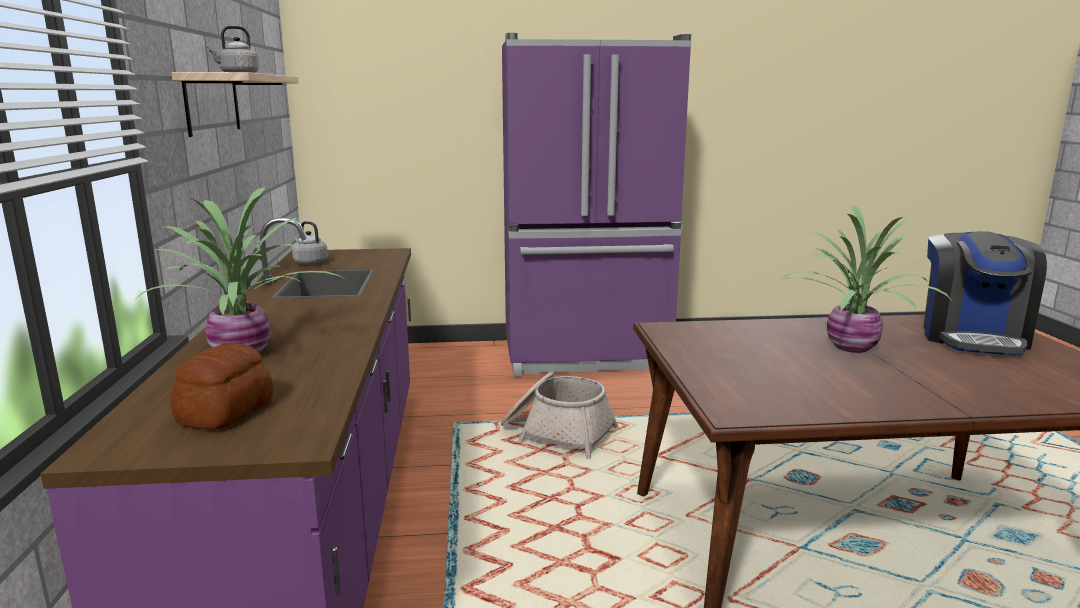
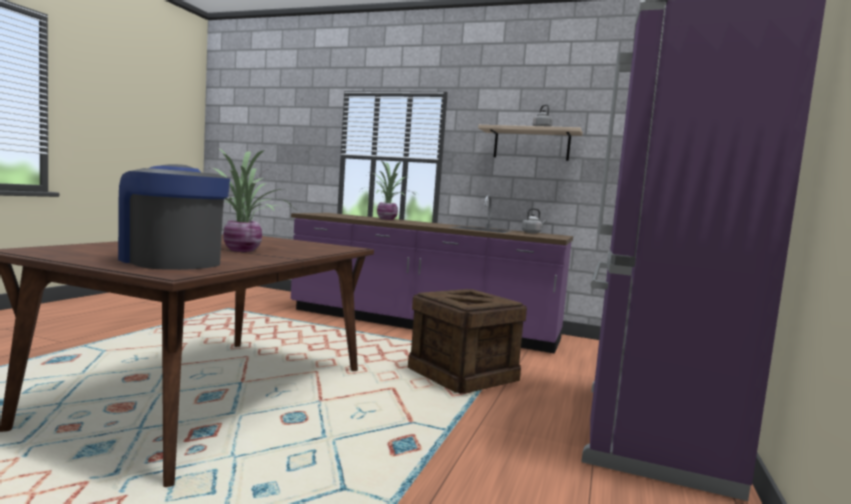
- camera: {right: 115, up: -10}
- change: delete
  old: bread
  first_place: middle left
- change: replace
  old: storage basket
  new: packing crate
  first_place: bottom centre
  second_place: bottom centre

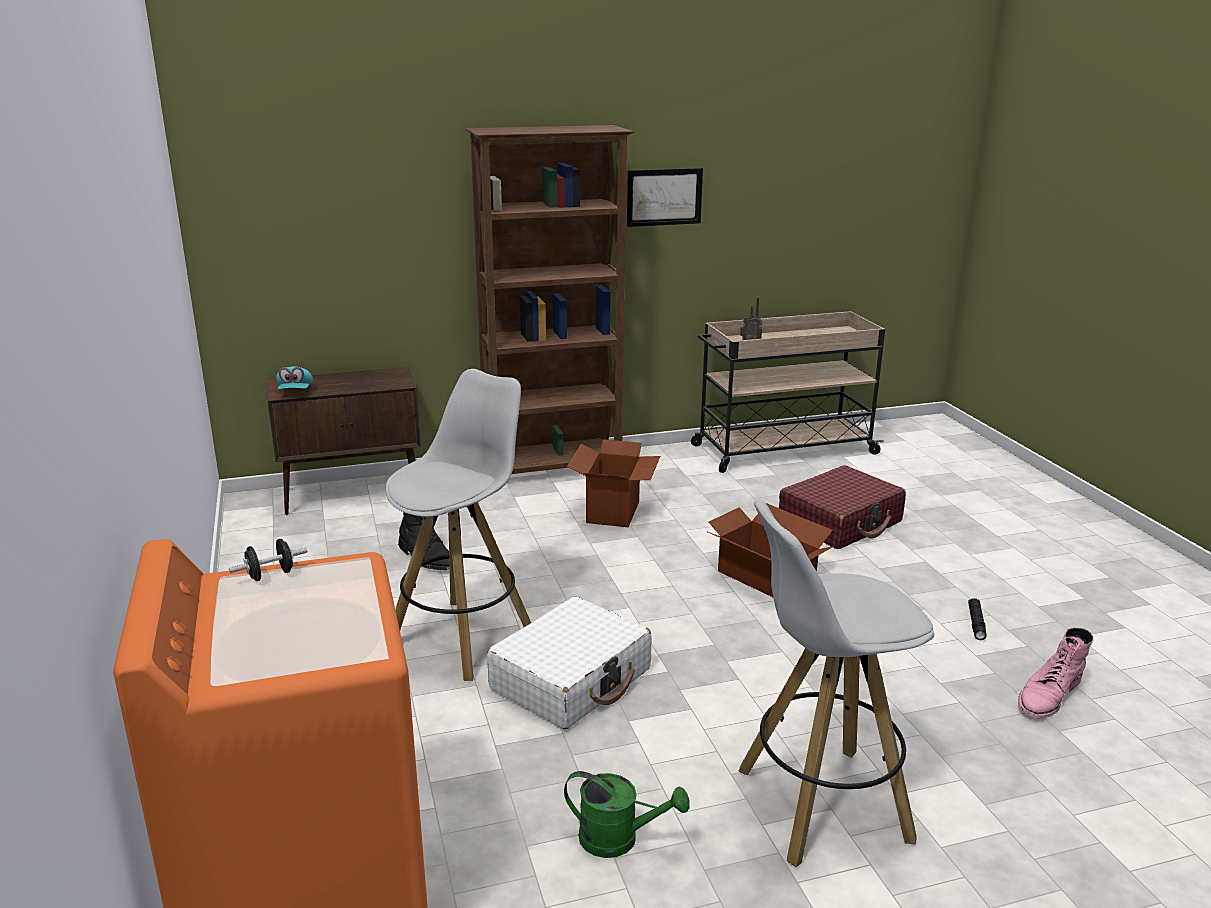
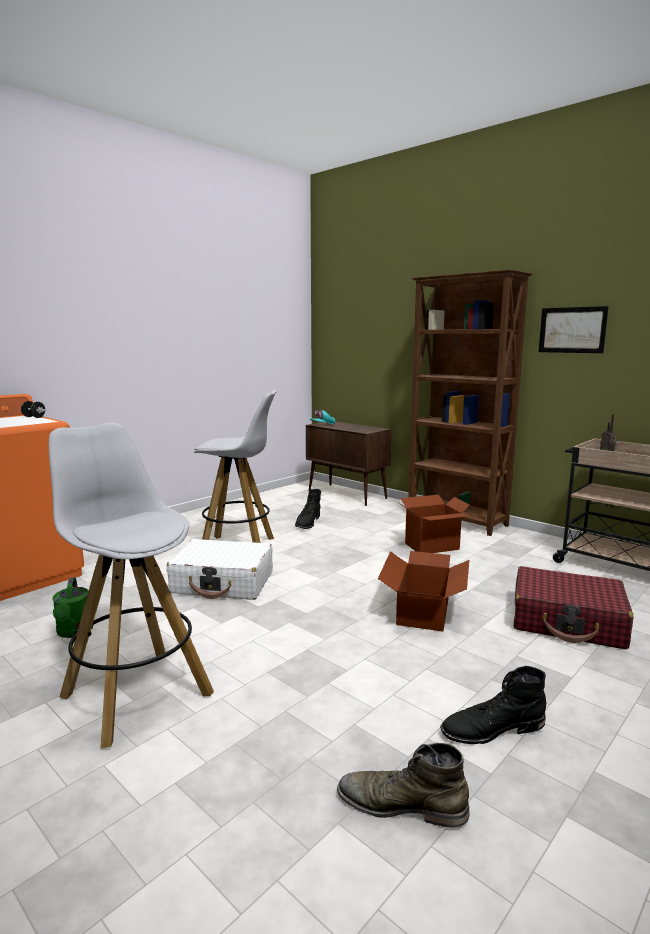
- camera: {right: 60, up: -10}
- change: replace
  old: black-coloured torch
  new: black-coloured tall boot (2nd from left)
  first_place: bottom right
  second_place: bottom right
- change: recolor
  old: pinkish tall boot
  new: green-coloured tall boot
  first_place: bottom right
  second_place: bottom centre

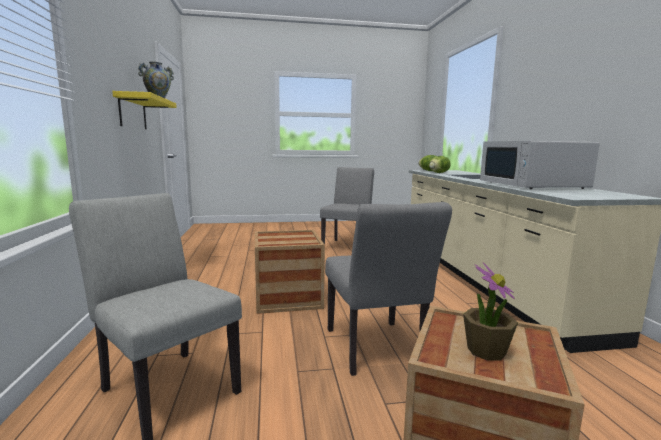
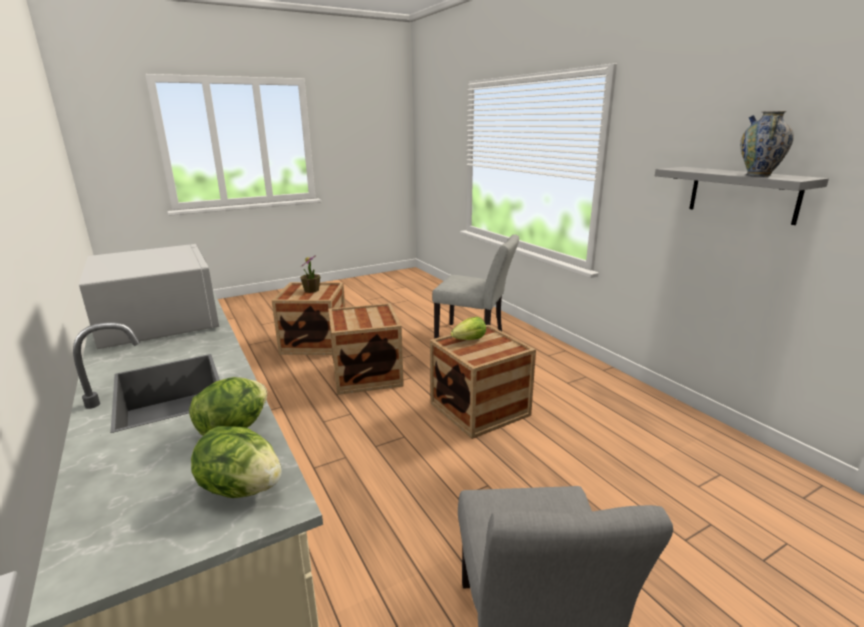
- camera: {right: 160, up: 10}
- change: recolor
  old: yellow wall shelf
  new: greyish wall shelf
  first_place: top left
  second_place: top right
- change: replace
  old: greyish plain chair (3rd from left)
  new: packing crate (2nd from left)
  first_place: centre
  second_place: centre
- change: insert
  new: lettuce (3rd from left)
  second_place: centre

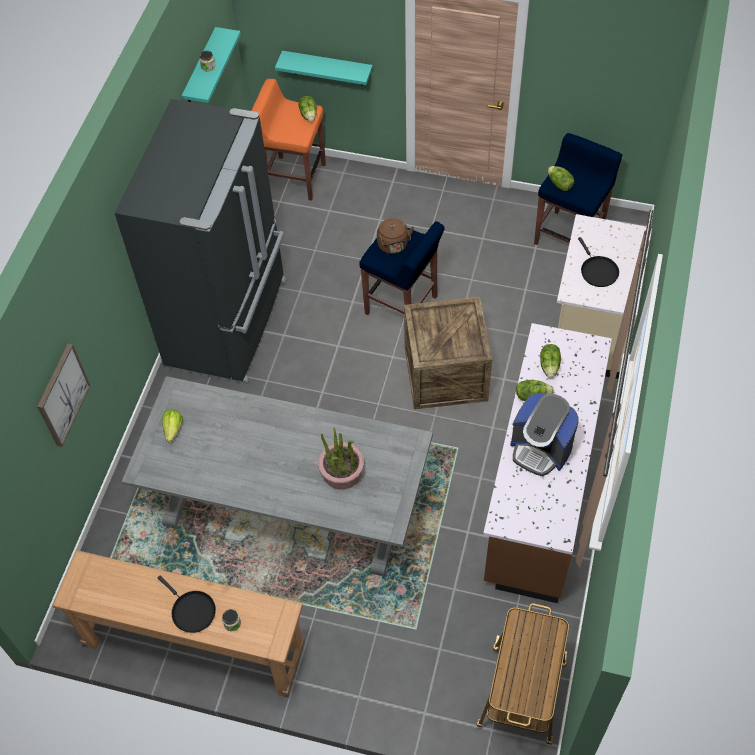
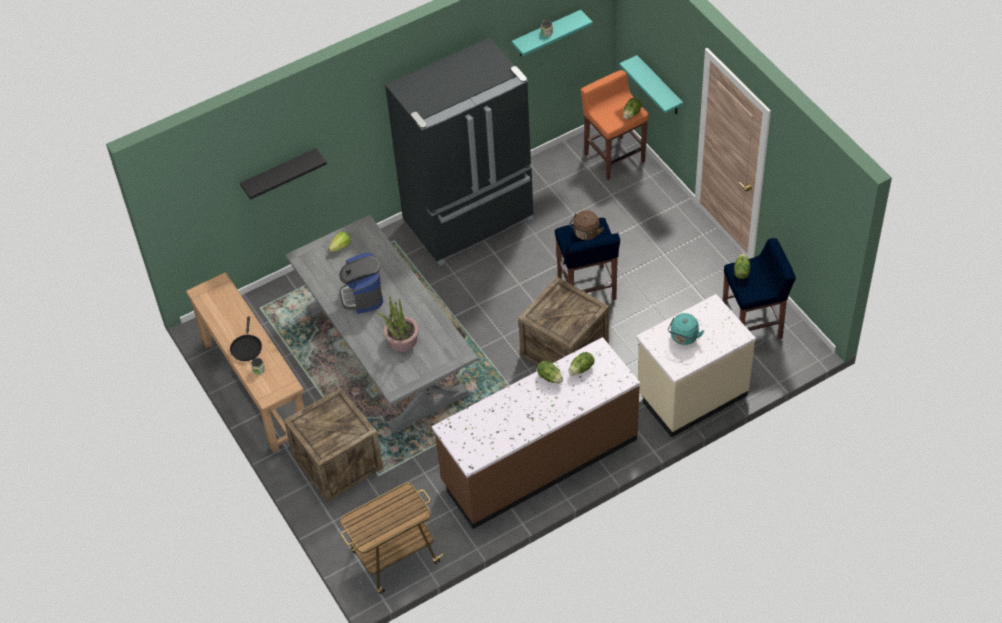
- camera: {right: 45, up: -5}
- change: replace
  old: black-coloured pan (2nd from left)
  new: turquoise-coloured kettle
  first_place: middle right
  second_place: middle right
- change: replace
  old: picture
  new: black-coloured wall shelf
  first_place: middle left
  second_place: top left
- change: move
  old: coffee maker
  first_place: middle right
  second_place: centre
- change: insert
  new: packing crate (1st from left)
  second_place: bottom left

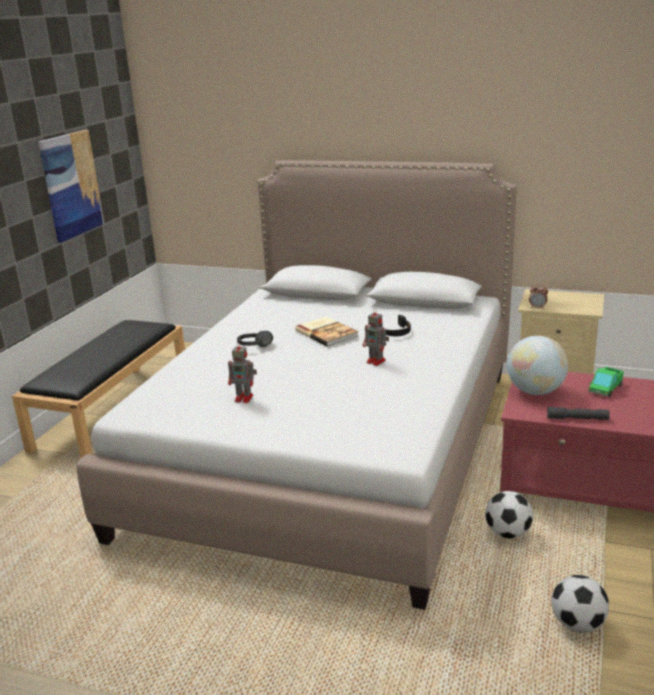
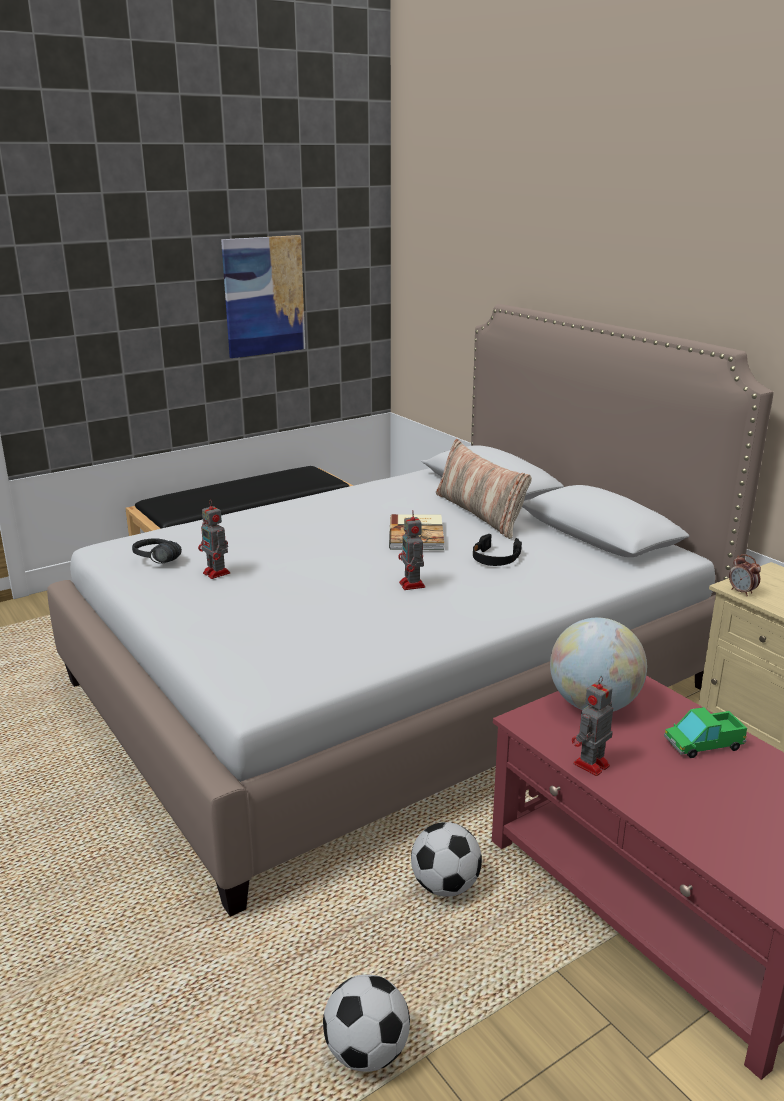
- camera: {right: 35, up: 0}
- change: move
  old: black-coloured headphones (1st from left)
  first_place: centre
  second_place: middle left
- change: replace
  old: greyish torch
  new: model robot (3rd from left)
  first_place: middle right
  second_place: middle right
- change: insert
  new: cushion
  second_place: centre

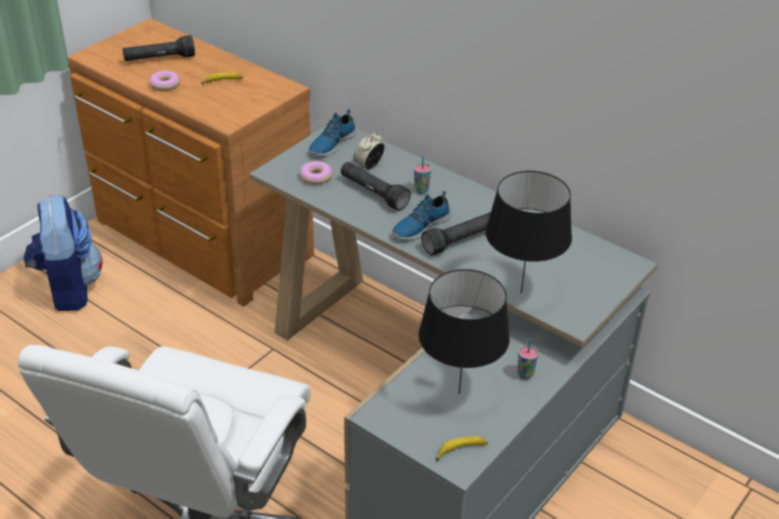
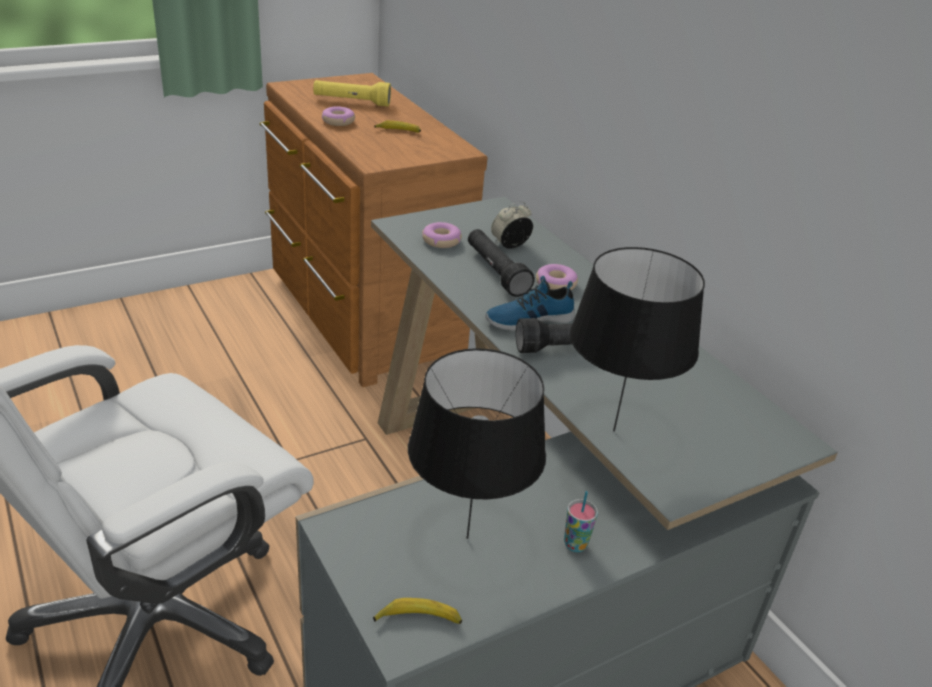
- camera: {right: 20, up: -5}
- change: recolor
  old: black-coloured torch (1st from left)
  new: yellow torch
  first_place: top left
  second_place: top centre
- change: delete
  old: item of footwear (1st from left)
  first_place: top centre
- change: replace
  old: drinking cup (1st from left)
  new: doughnut (3rd from left)
  first_place: centre
  second_place: centre
- change: delete
  old: rucksack
  first_place: middle left

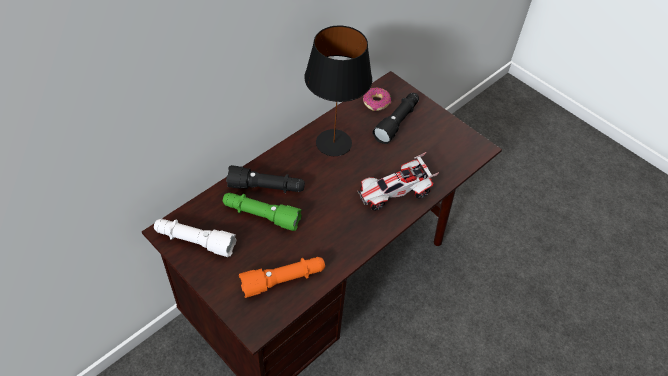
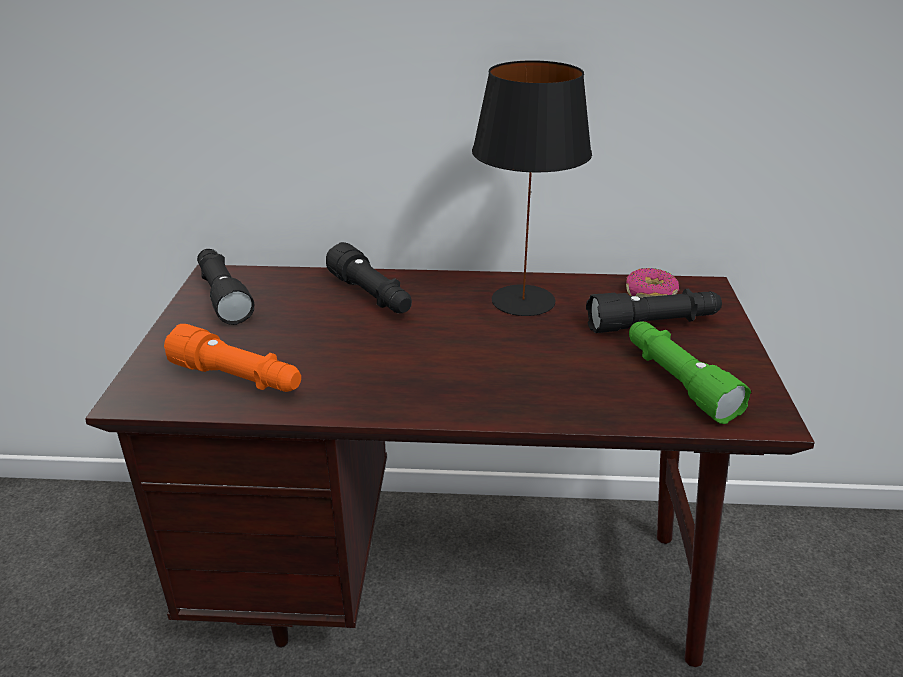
- camera: {right: 50, up: -20}
- change: delete
  old: miniature car
  first_place: centre
- change: move
  old: green-coloured torch
  first_place: centre
  second_place: middle right
- change: recolor
  old: white-coloured torch
  new: black-coloured torch (1st from left)
  first_place: middle left
  second_place: middle left

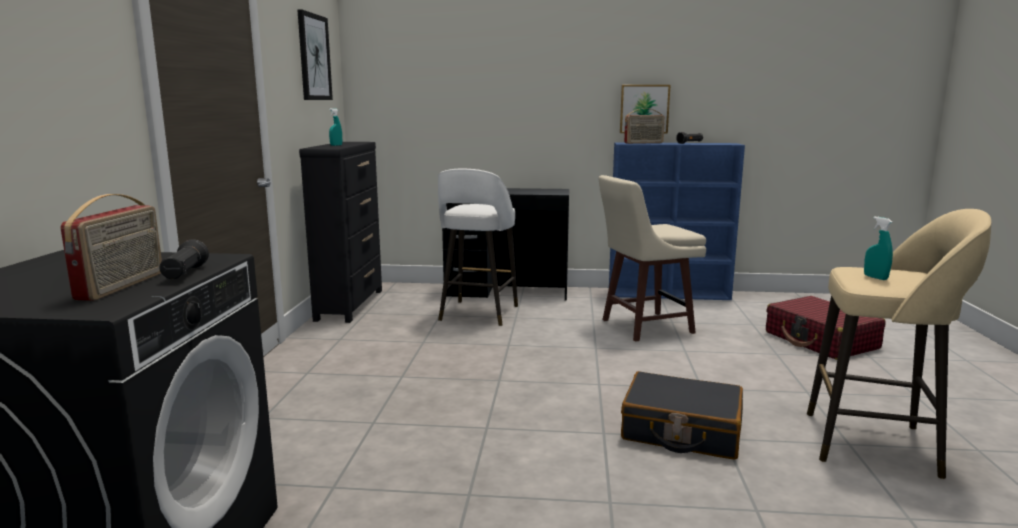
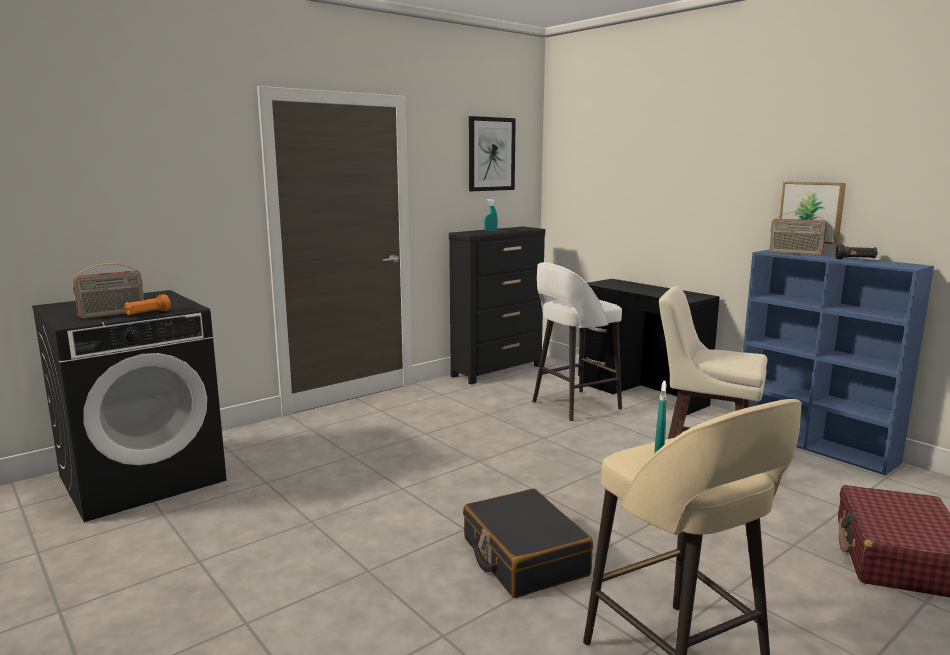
- camera: {right: 45, up: 0}
- change: recolor
  old: black-coloured torch (1st from left)
  new: orange-coloured torch
  first_place: middle left
  second_place: middle left

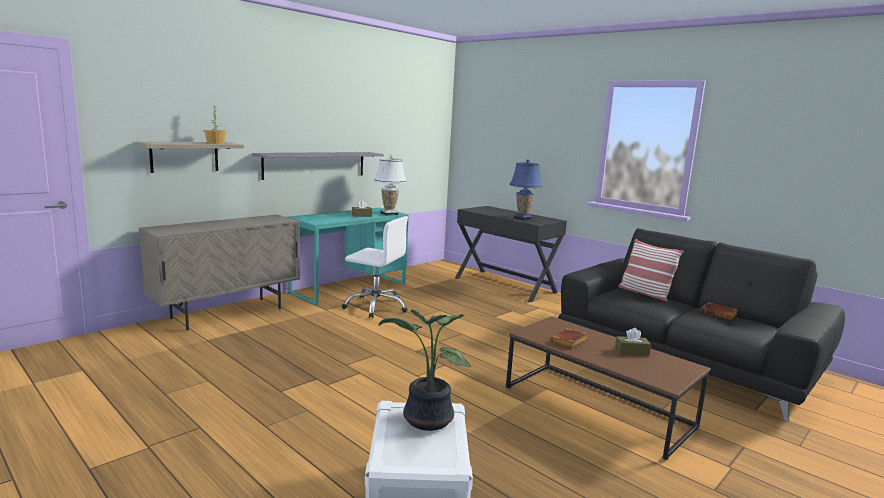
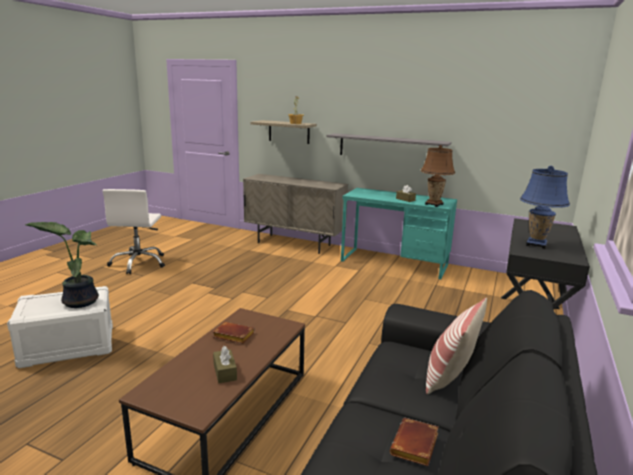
- camera: {right: 70, up: 5}
- change: recolor
  old: white-coloured lamp for a table
  new: brownish lamp for a table
  first_place: centre
  second_place: middle right
- change: move
  old: white-coloured desk chair
  first_place: centre
  second_place: middle left

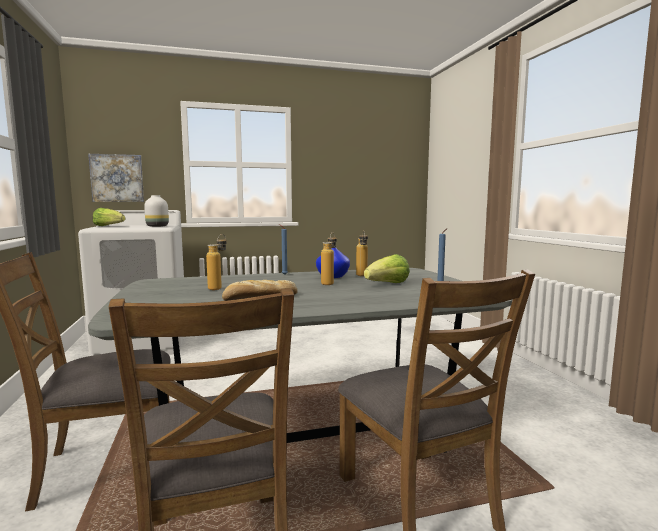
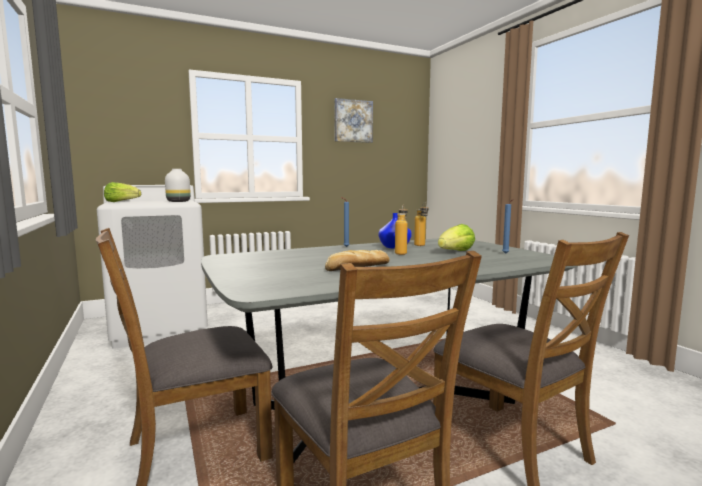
- camera: {right: -10, up: 0}
- change: move
  old: picture
  first_place: middle left
  second_place: top centre
- change: delete
  old: beverage bottle (1st from left)
  first_place: middle left

